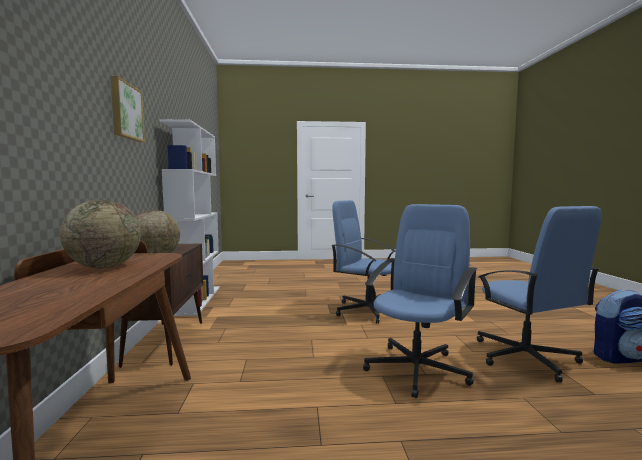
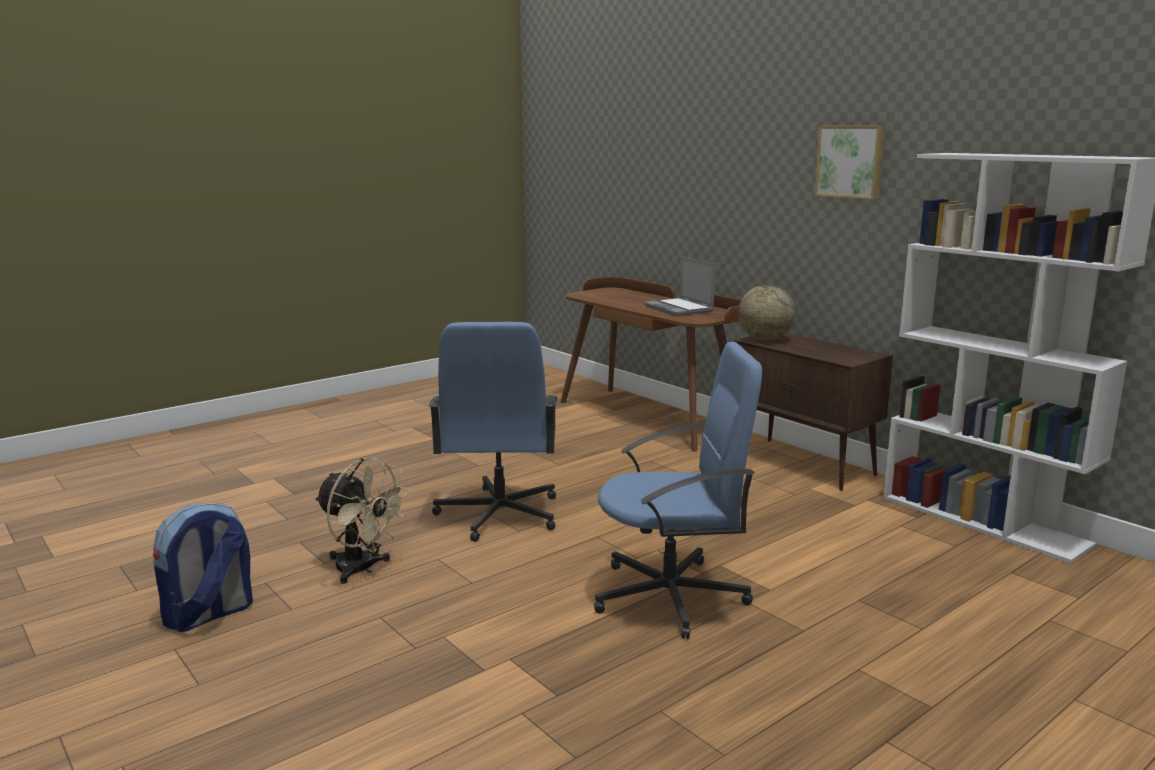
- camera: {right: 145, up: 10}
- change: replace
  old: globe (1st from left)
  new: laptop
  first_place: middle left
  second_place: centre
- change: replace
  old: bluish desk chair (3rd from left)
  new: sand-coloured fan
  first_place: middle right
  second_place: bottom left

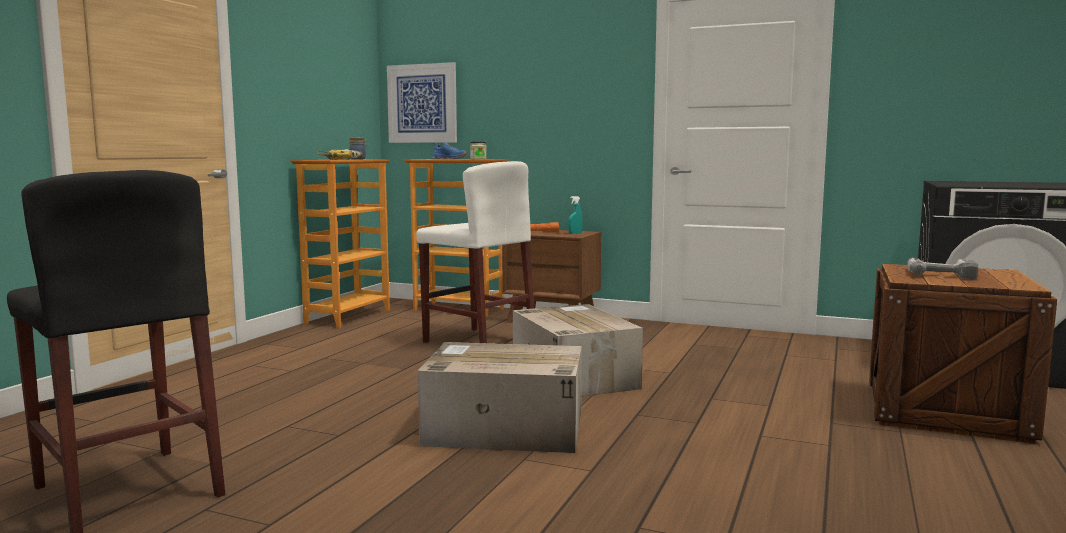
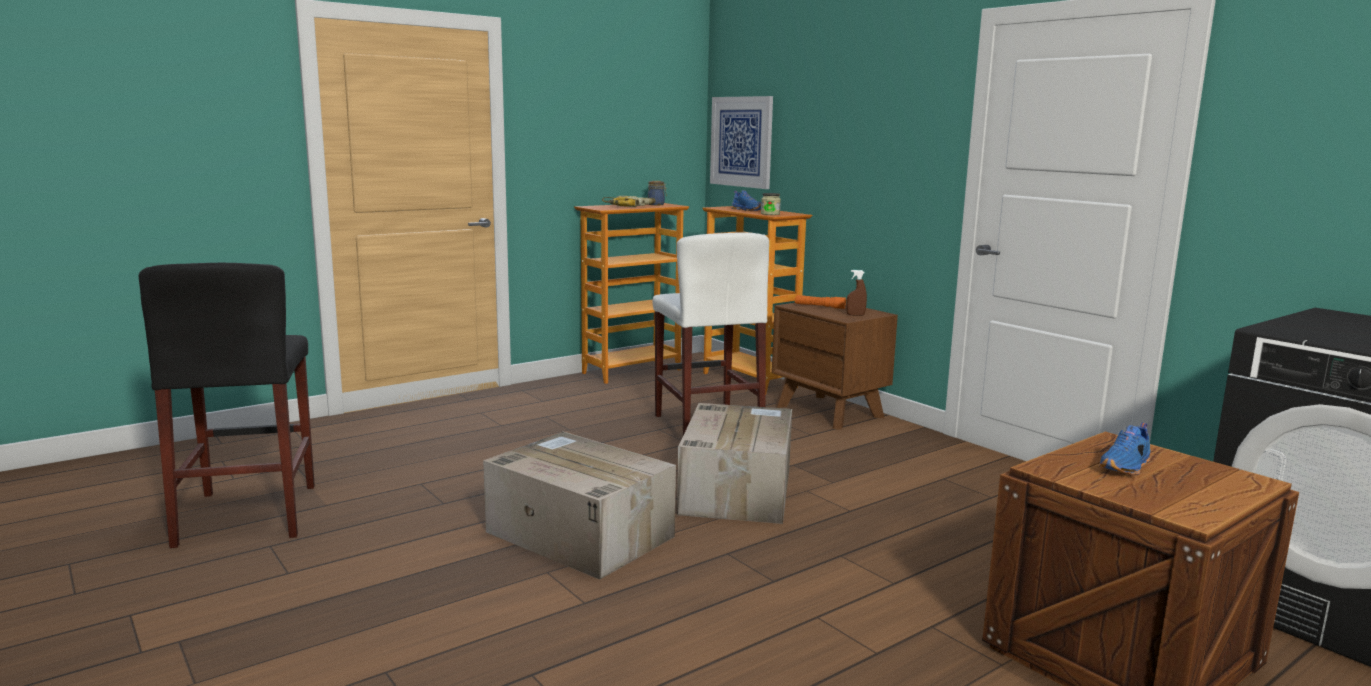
- camera: {right: 30, up: 5}
- change: recolor
  old: turquoise-coloured hand sprayer
  new: brownish hand sprayer
  first_place: centre
  second_place: centre
- change: replace
  old: power drill (2nd from left)
  new: bluish item of footwear (2nd from left)
  first_place: middle right
  second_place: middle right

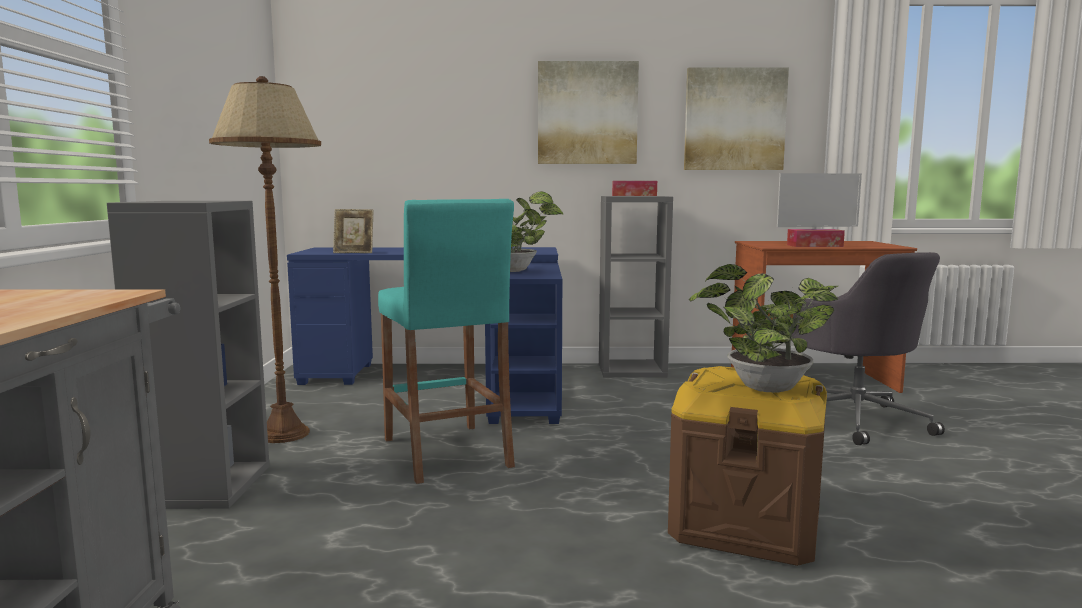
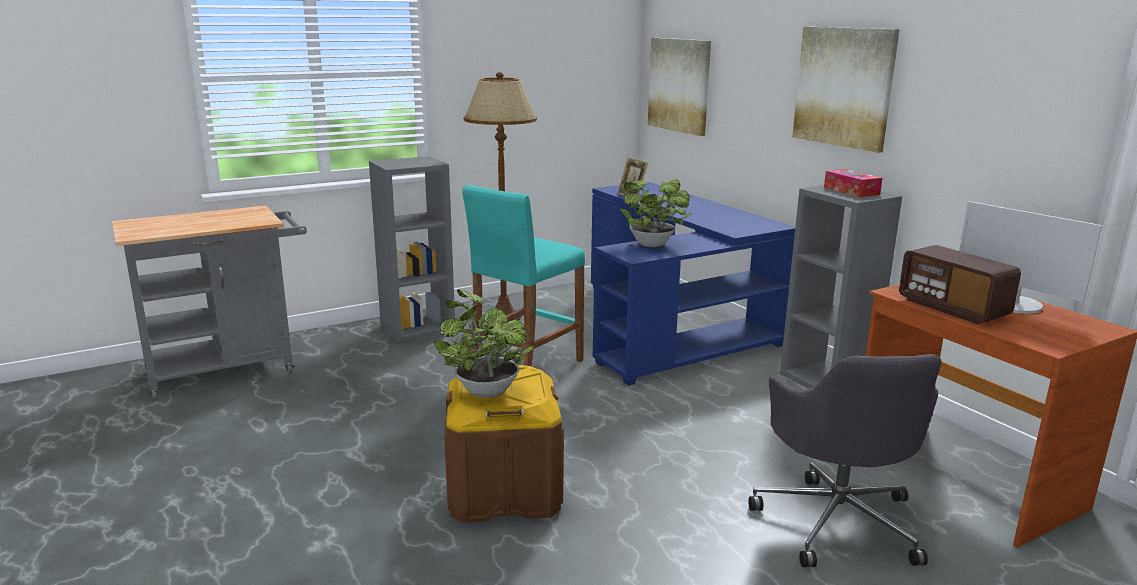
- camera: {right: 60, up: 10}
- change: move
  old: picture (2nd from left in the first image)
  new: picture (1st from left)
  first_place: top right
  second_place: top centre
- change: replace
  old: tissue box (2nd from left)
  new: radio
  first_place: middle right
  second_place: middle right
- change: rotate
  old: greyish desk chair
  first_place: middle right
  second_place: bottom right
  degrees: -45

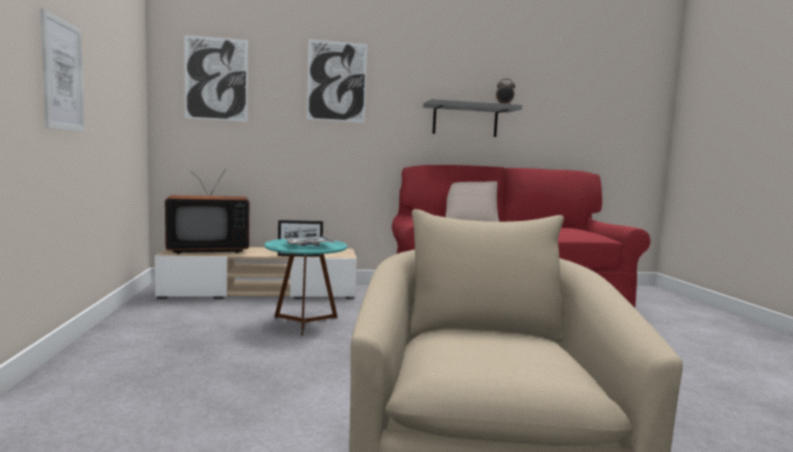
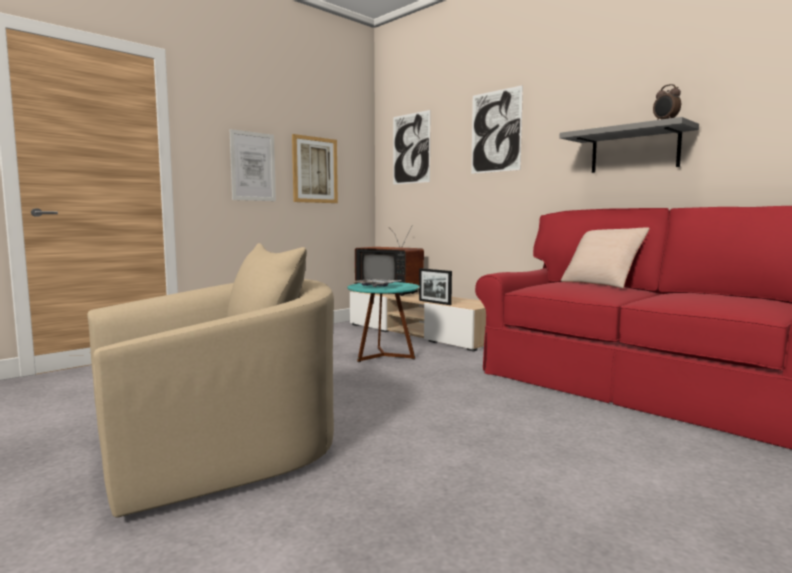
- camera: {right: 55, up: 0}
- change: insert
  new: picture (2nd from left)
  second_place: top centre

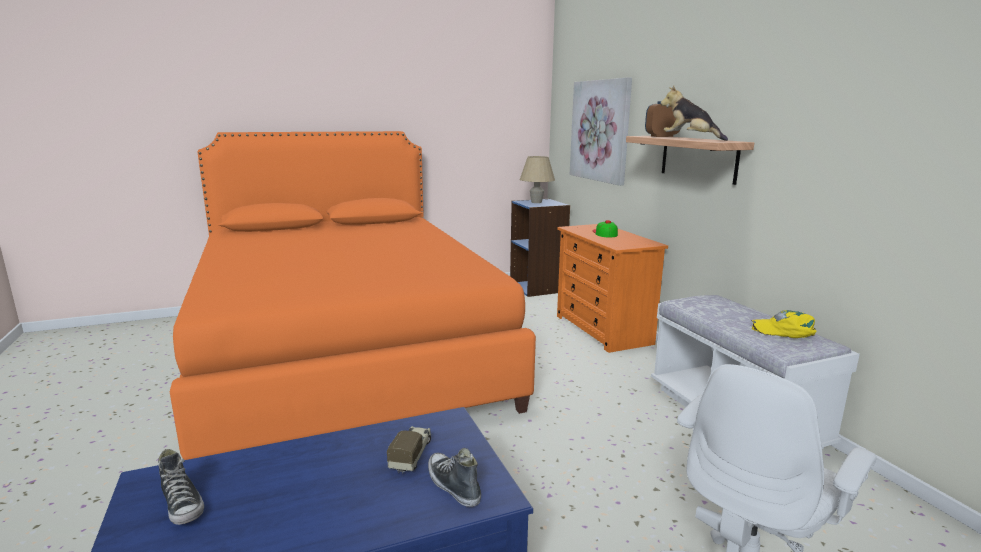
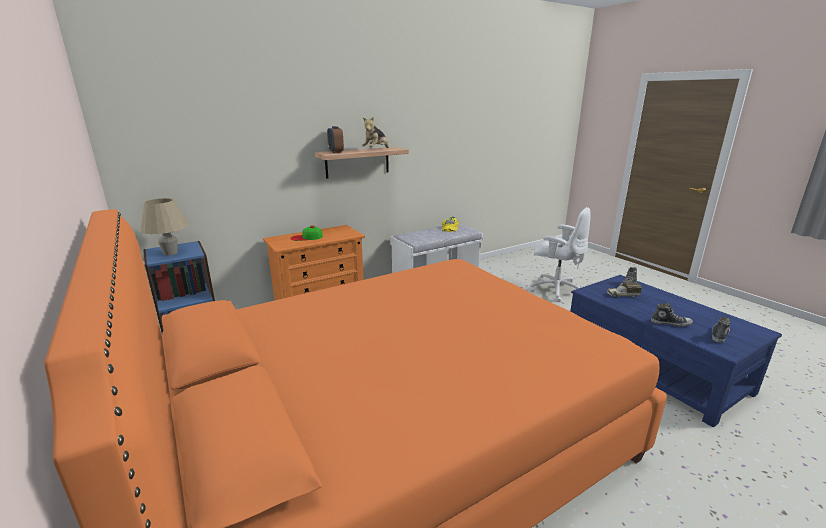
- camera: {right: -100, up: 5}
- change: delete
  old: picture
  first_place: top centre
- change: insert
  new: item of footwear (2nd from left)
  second_place: middle right

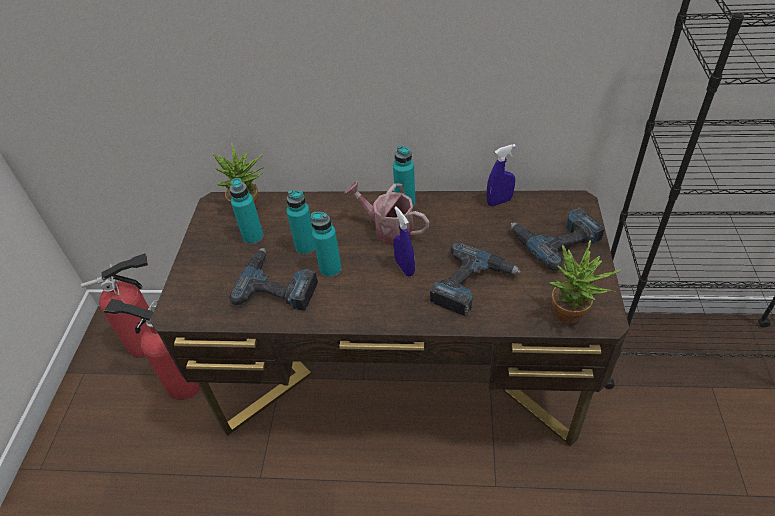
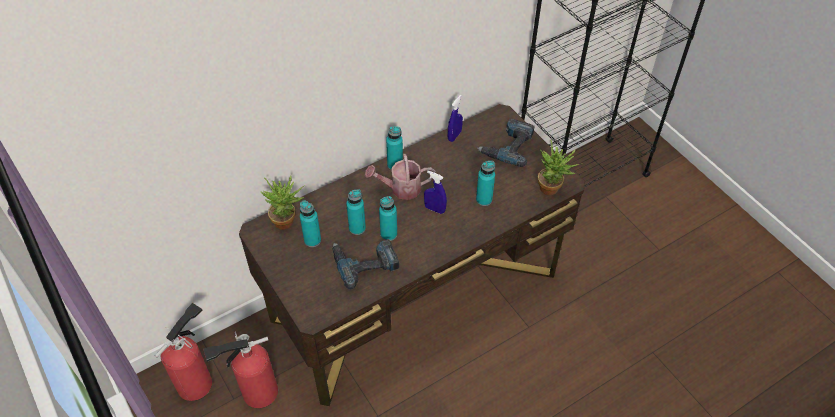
- camera: {right: -40, up: 5}
- change: replace
  old: power drill (2nd from left)
  new: turquoise-coloured beverage bottle (5th from left)
  first_place: centre
  second_place: centre

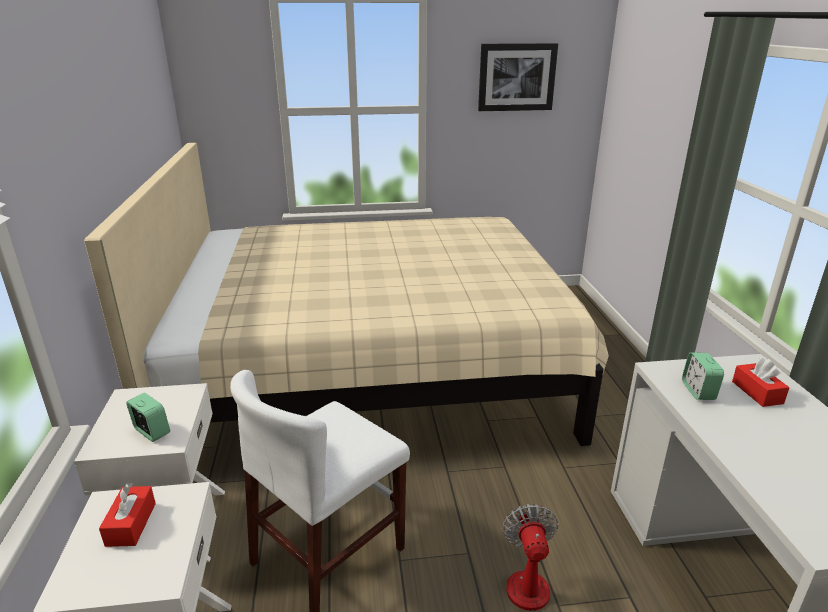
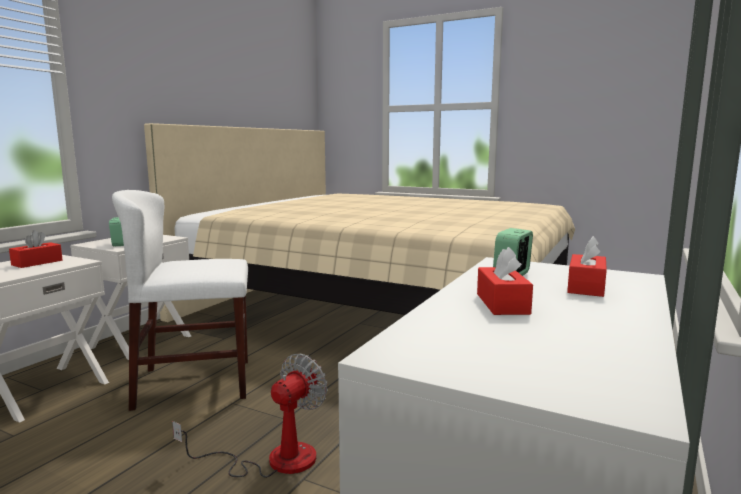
- camera: {right: 35, up: -15}
- change: delete
  old: picture
  first_place: top centre
- change: insert
  new: reddish tissue box (2nd from left)
  second_place: middle right

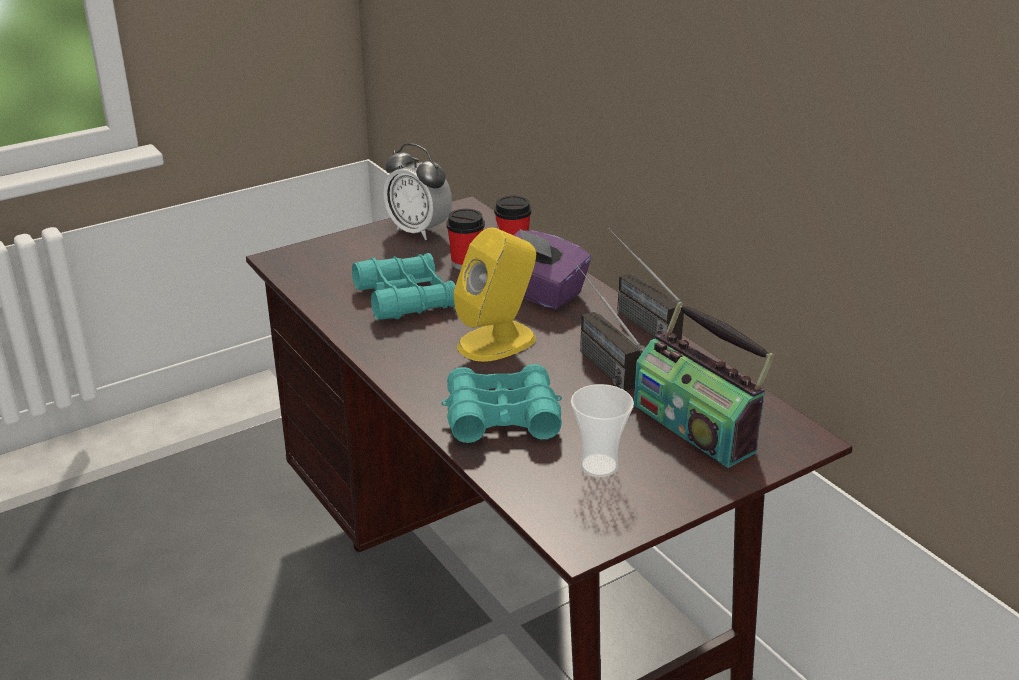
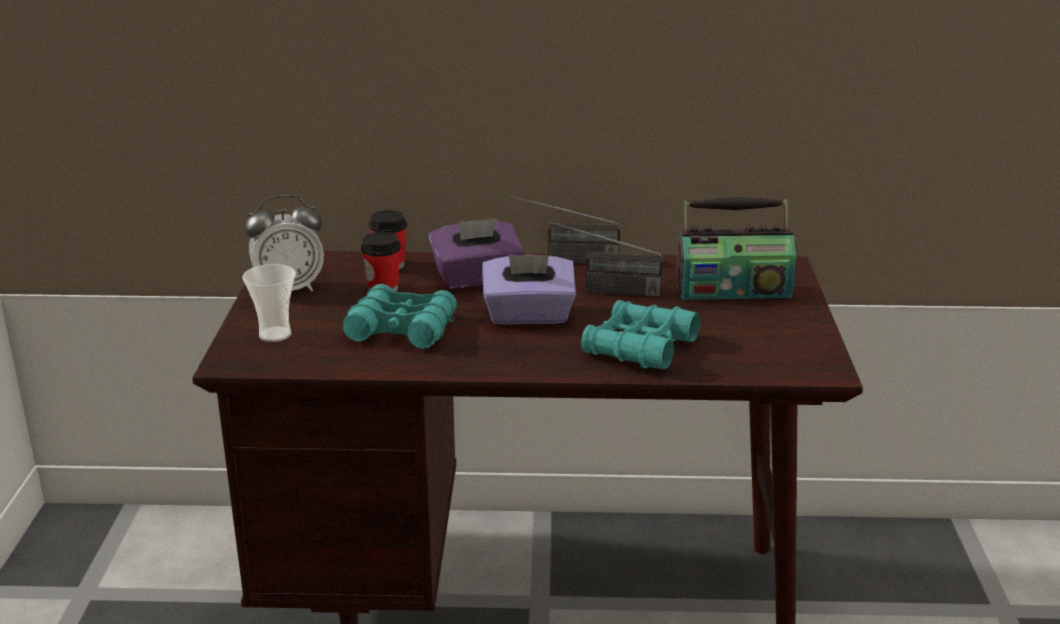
- camera: {right: -55, up: -5}
- change: replace
  old: yellow loudspeaker
  new: purple tissue box (2nd from left)
  first_place: centre
  second_place: centre
- change: move
  old: drinking cup (3rd from left in the first image)
  new: drinking cup (1st from left)
  first_place: centre
  second_place: middle left

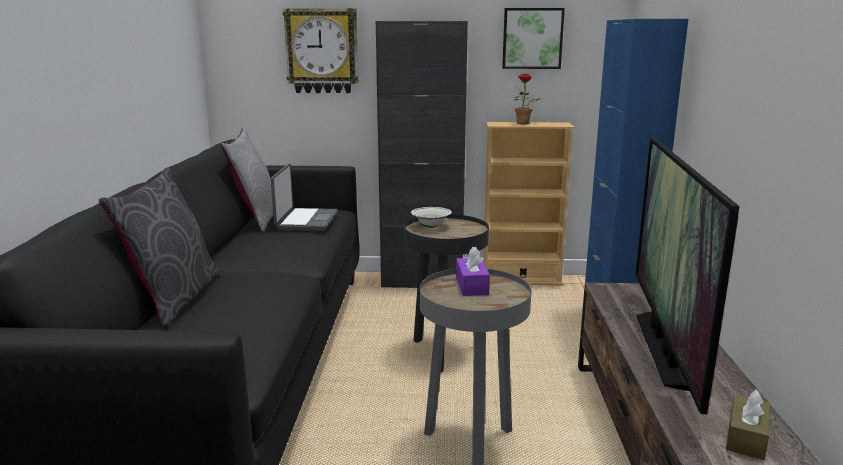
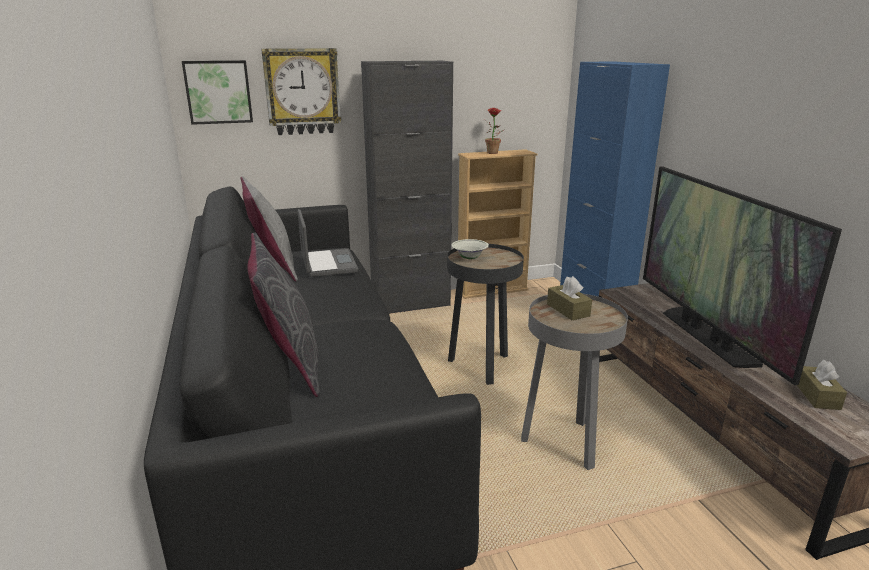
- camera: {right: -20, up: 5}
- change: move
  old: picture
  first_place: top centre
  second_place: top left
- change: recolor
  old: purple tissue box
  new: brownish tissue box (1st from left)
  first_place: centre
  second_place: centre

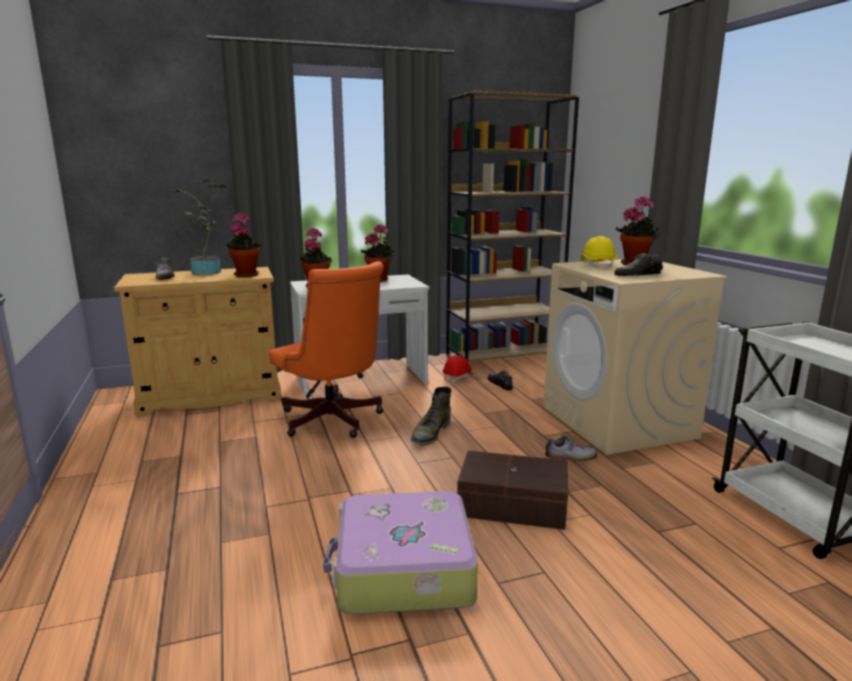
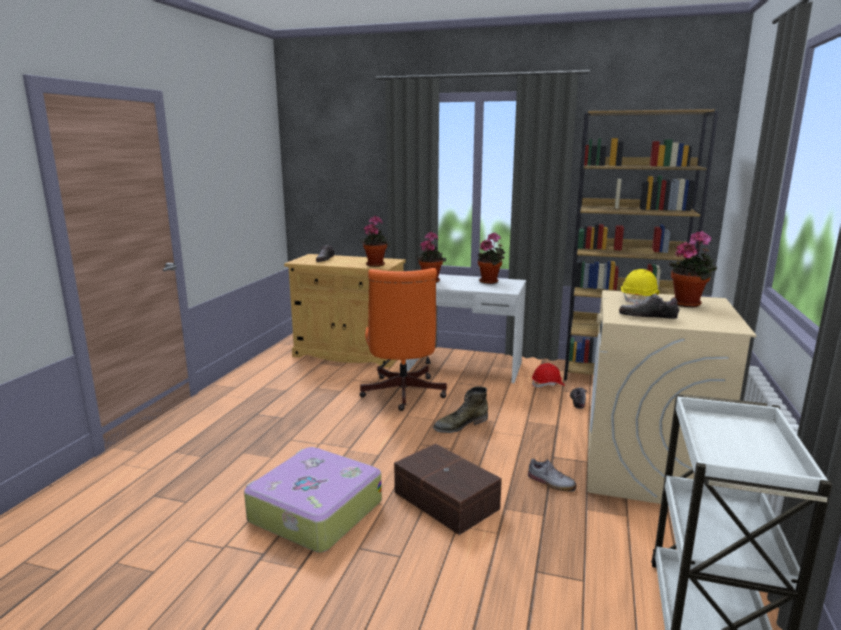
- camera: {right: 35, up: 0}
- change: delete
  old: houseplant (1st from left)
  first_place: middle left

